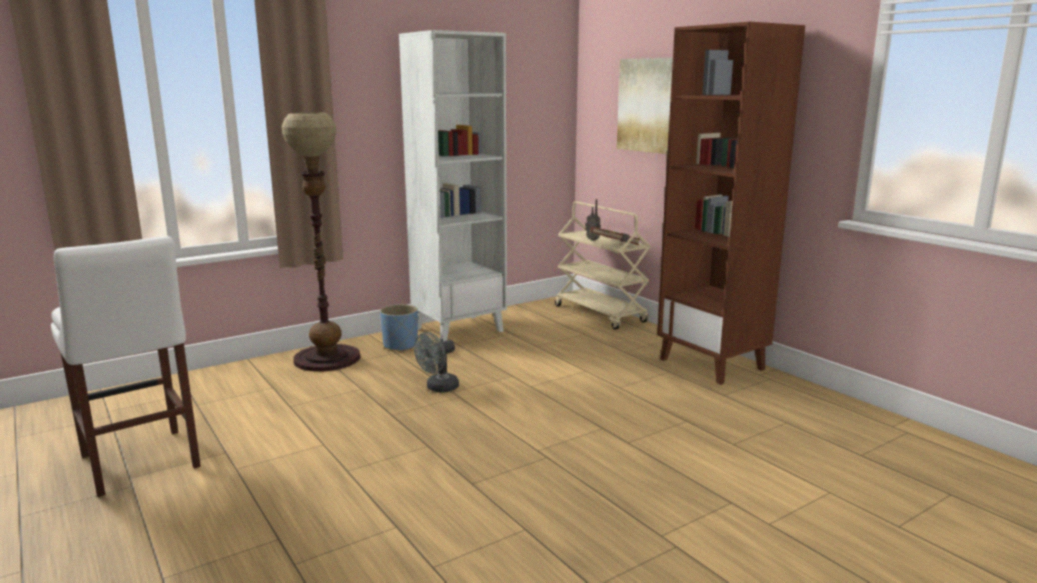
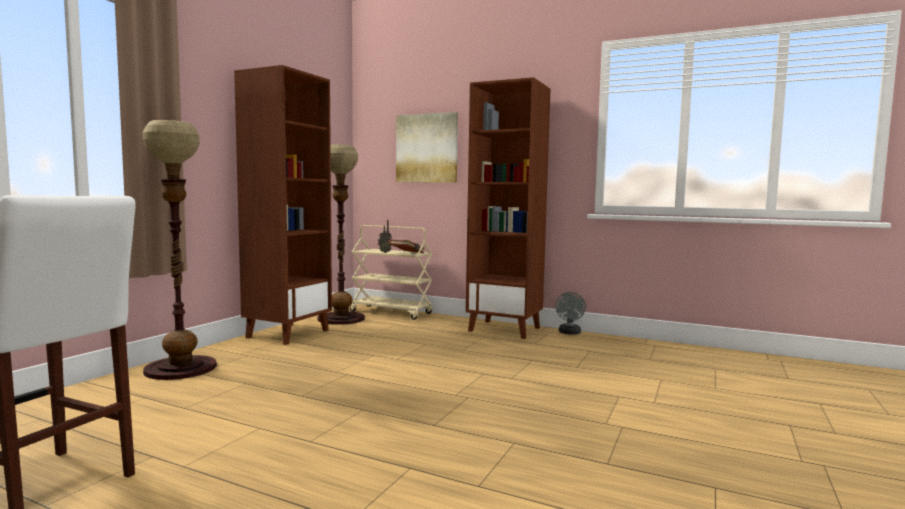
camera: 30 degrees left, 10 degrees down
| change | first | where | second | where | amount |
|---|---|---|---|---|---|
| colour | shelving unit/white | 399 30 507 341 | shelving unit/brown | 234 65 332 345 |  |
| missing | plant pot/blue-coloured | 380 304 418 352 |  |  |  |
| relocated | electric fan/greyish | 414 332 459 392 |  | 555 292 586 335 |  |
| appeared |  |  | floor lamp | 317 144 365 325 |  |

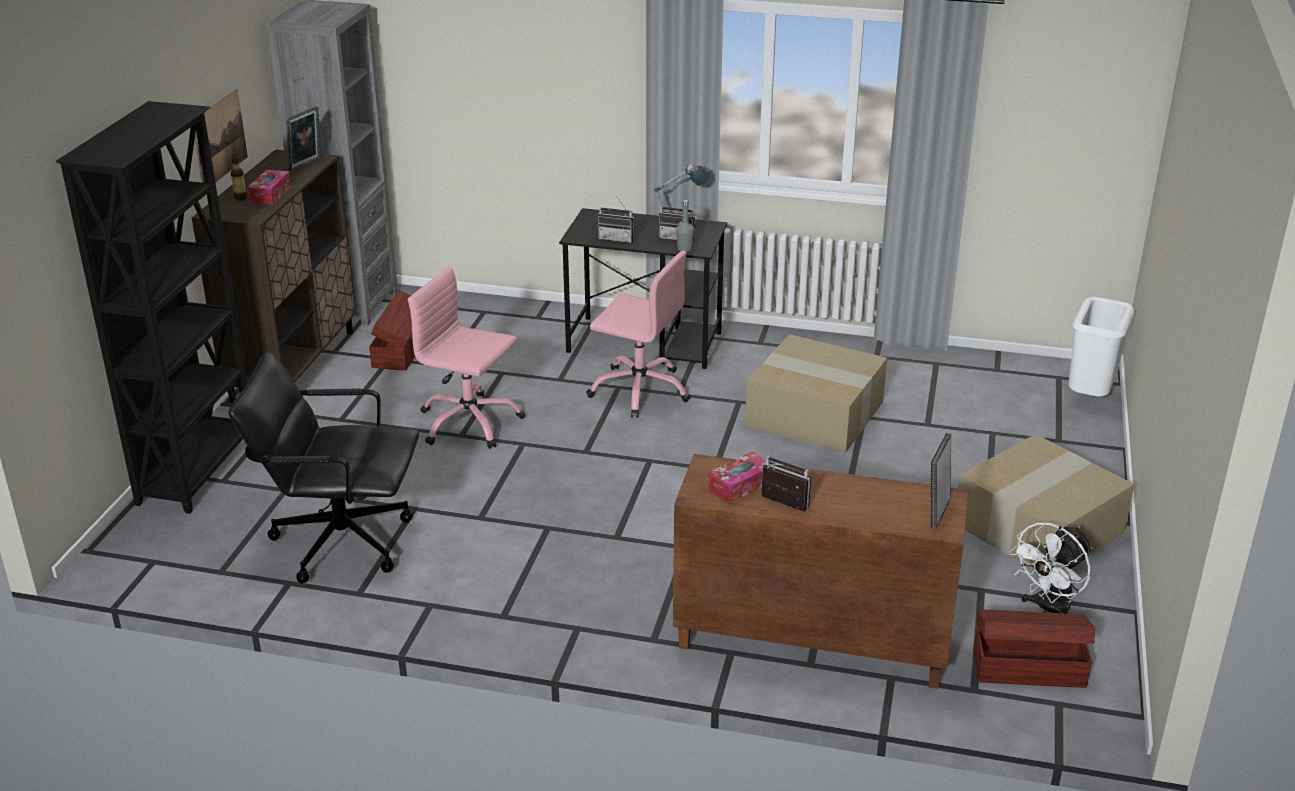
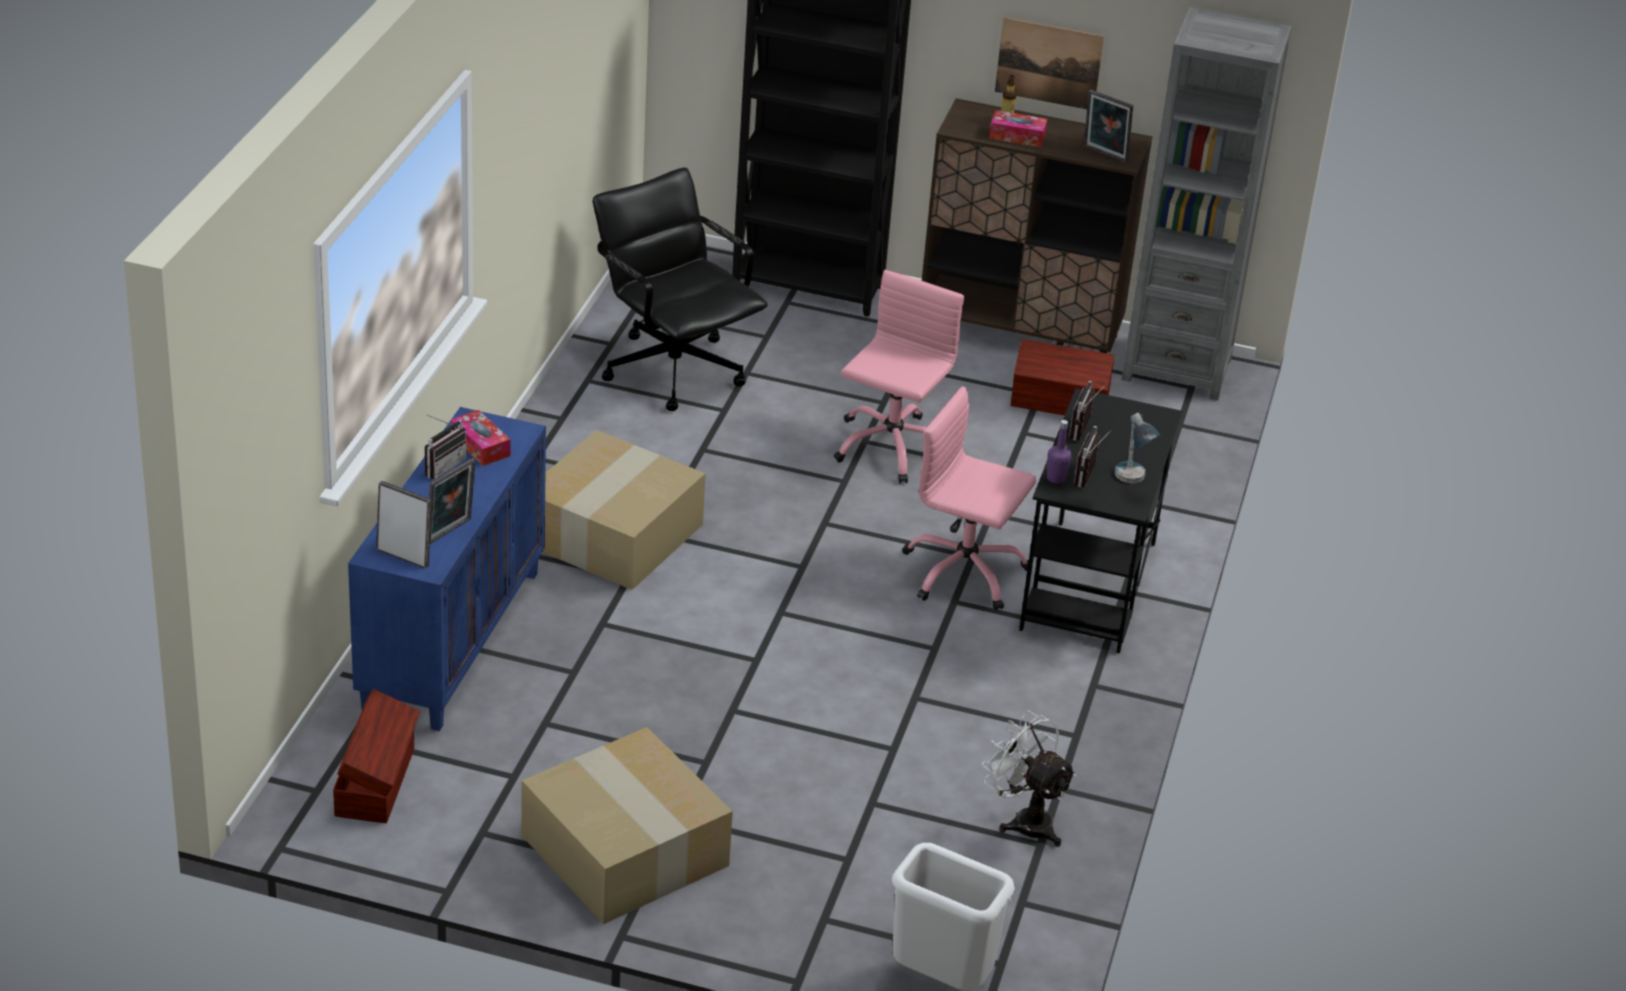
camera: 90 degrees right, 5 degrees up
| change | first | where | second | where | amount |
|---|---|---|---|---|---|
| colour | bottle/greyish | 676 200 694 252 | bottle/purplish | 1047 420 1071 483 |  |
| spun | office chair/pink-coloured | 586 251 690 418 |  | 902 386 1036 610 | 90 degrees clockwise |
| relocated | cardboard box | 745 334 887 453 |  | 542 430 706 590 |  |
| spun | office chair/black | 228 352 419 583 |  | 593 167 768 411 | 45 degrees counterclockwise |
| colour | cupboard/brown | 673 454 969 689 | cupboard/blue-coloured | 348 407 546 731 |  |
| relocated | electric fan/white | 1009 522 1092 614 |  | 982 710 1077 847 |  |
| appeared |  |  | picture frame | 429 458 476 544 |  |

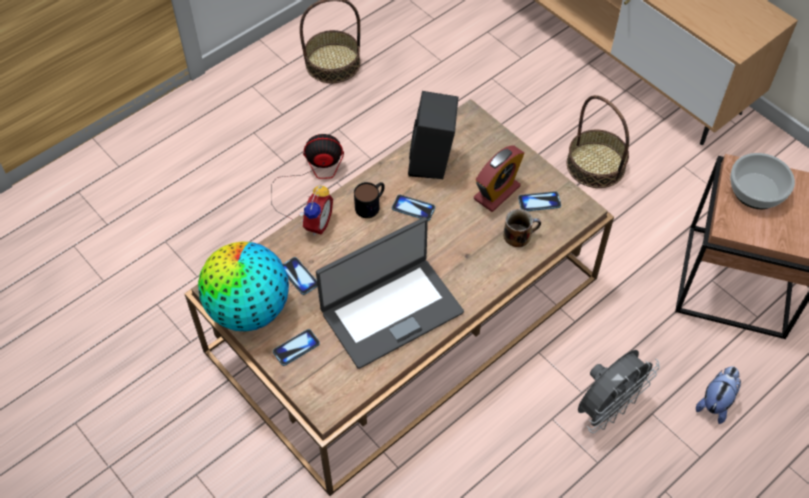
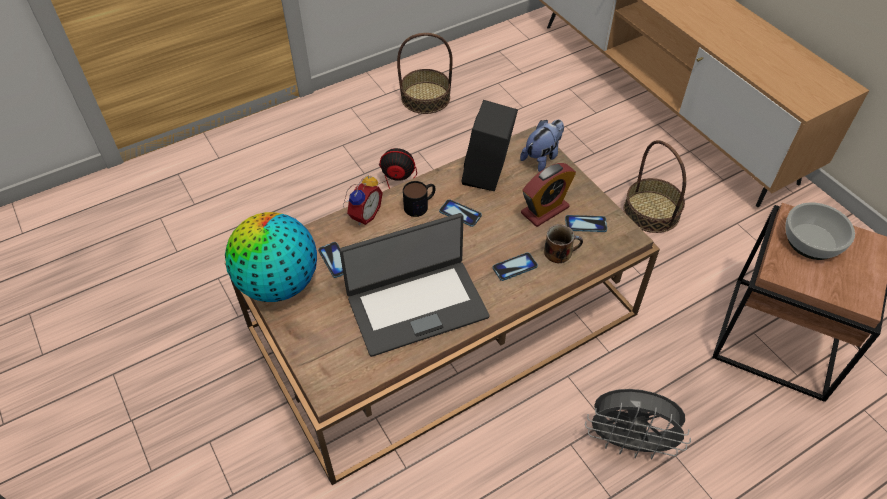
camera: 10 degrees right, 5 degrees down
| change | first | where | second | where | amount |
|---|---|---|---|---|---|
| relocated | handset | 273 329 320 366 |  | 493 252 538 281 |  |
| spun | electric fan/greyish | 578 350 660 433 |  | 585 389 691 460 | 45 degrees clockwise |
| relocated | soft toy | 696 366 741 424 |  | 520 120 564 172 |  |

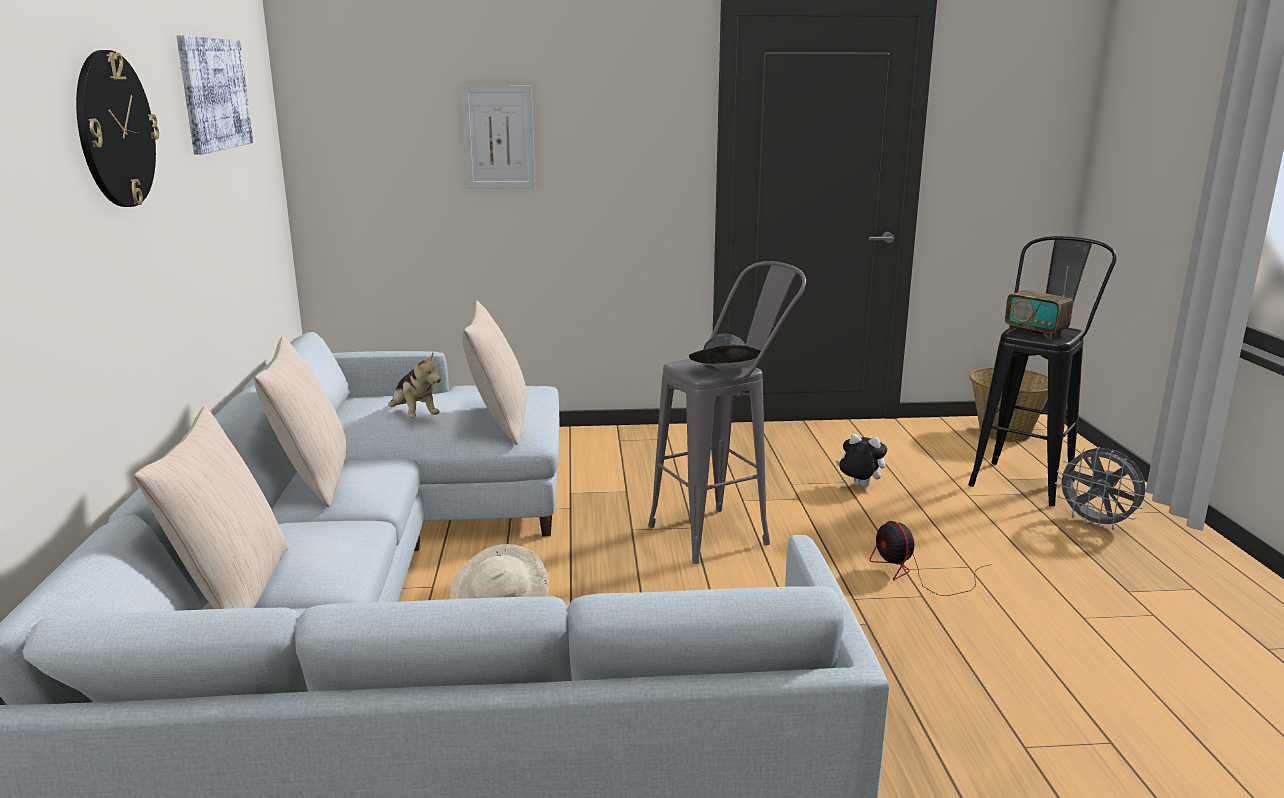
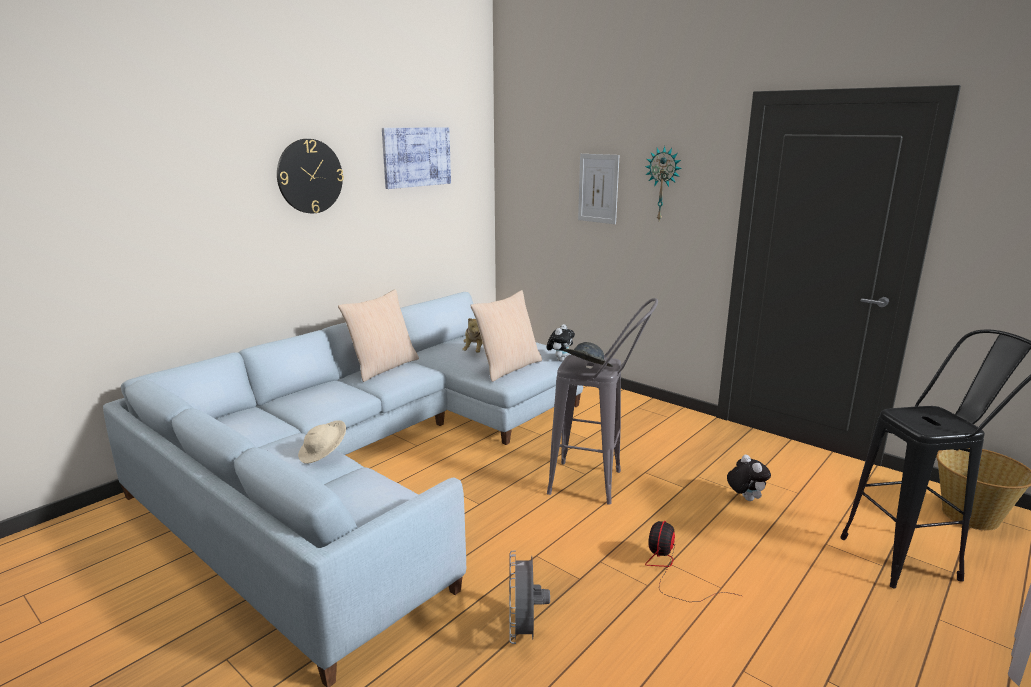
camera: 45 degrees right, 0 degrees up
| change | first | where | second | where | amount |
|---|---|---|---|---|---|
| missing | radio set | 1005 266 1073 339 |  |  |  |
| missing | cushion/beige-coloured | 134 407 289 609 |  |  |  |
| relocated | electric fan/greyish | 1055 447 1146 530 |  | 509 551 550 644 |  |
| appeared |  |  | clock on the wall | 645 146 682 220 |  |
| appeared |  |  | soft toy | 546 324 575 361 |  |

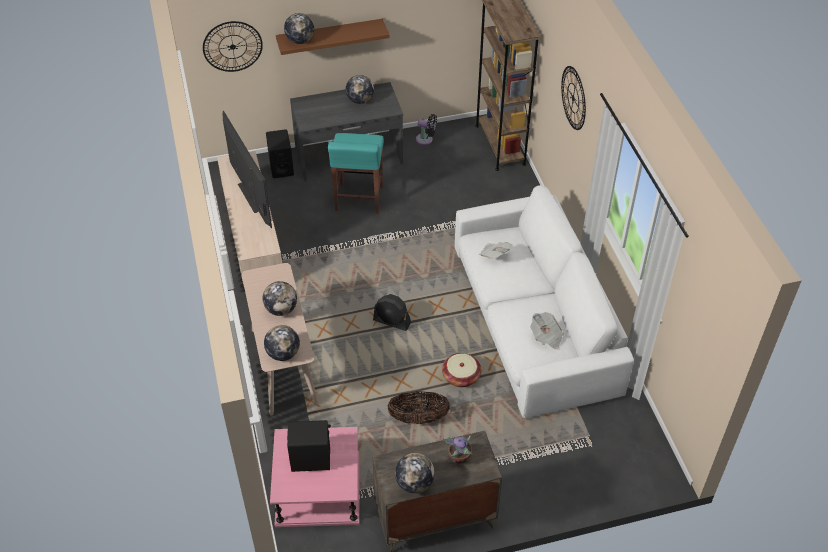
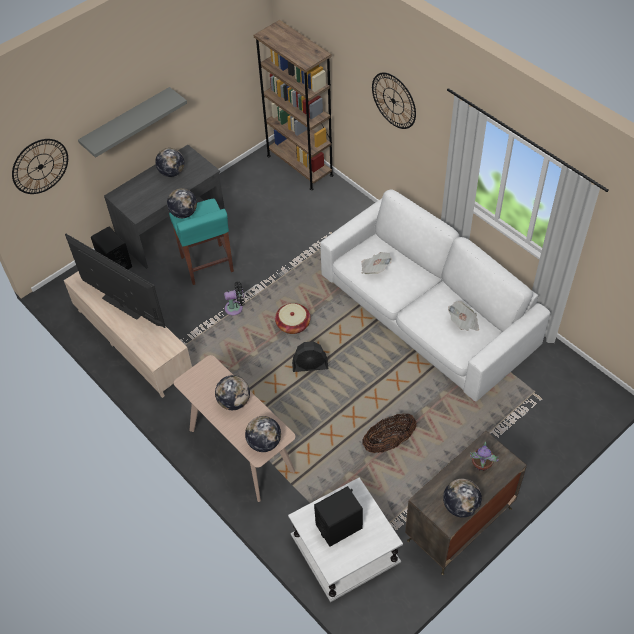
camera: 25 degrees left, 5 degrees up
| change | first | where | second | where | amount |
|---|---|---|---|---|---|
| relocated | desk globe | 284 13 314 44 |  | 167 188 197 218 |  |
| colour | wall shelf/brown | 276 19 389 55 | wall shelf/greyish | 78 87 187 158 |  |
| relocated | electric fan/black | 416 114 437 145 |  | 224 281 245 315 |  |
| relocated | basket | 442 353 481 387 |  | 275 303 311 334 |  |
| colour | side table/pink-coloured | 270 427 359 527 | side table/white | 288 477 403 602 |  |

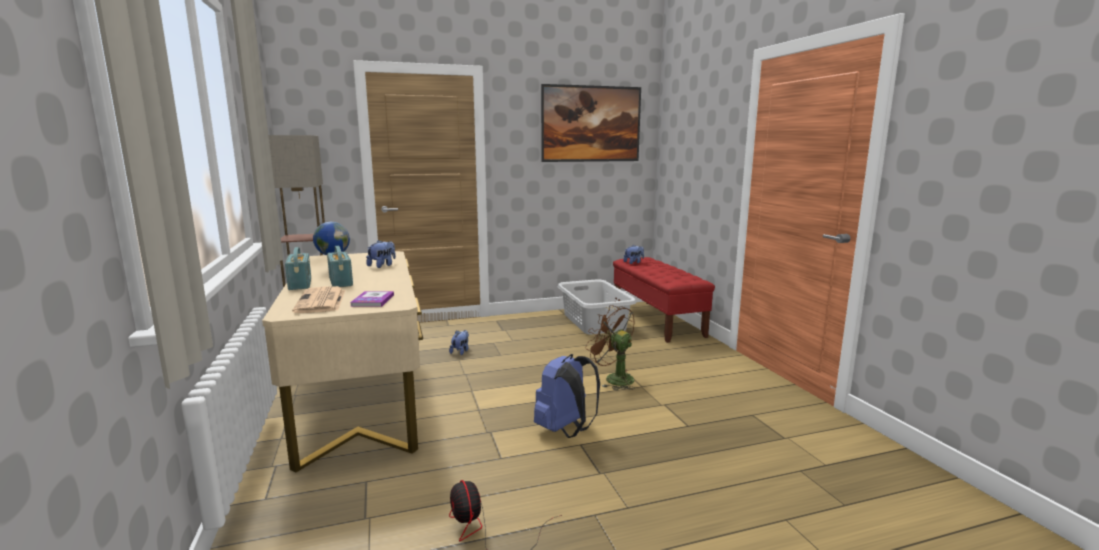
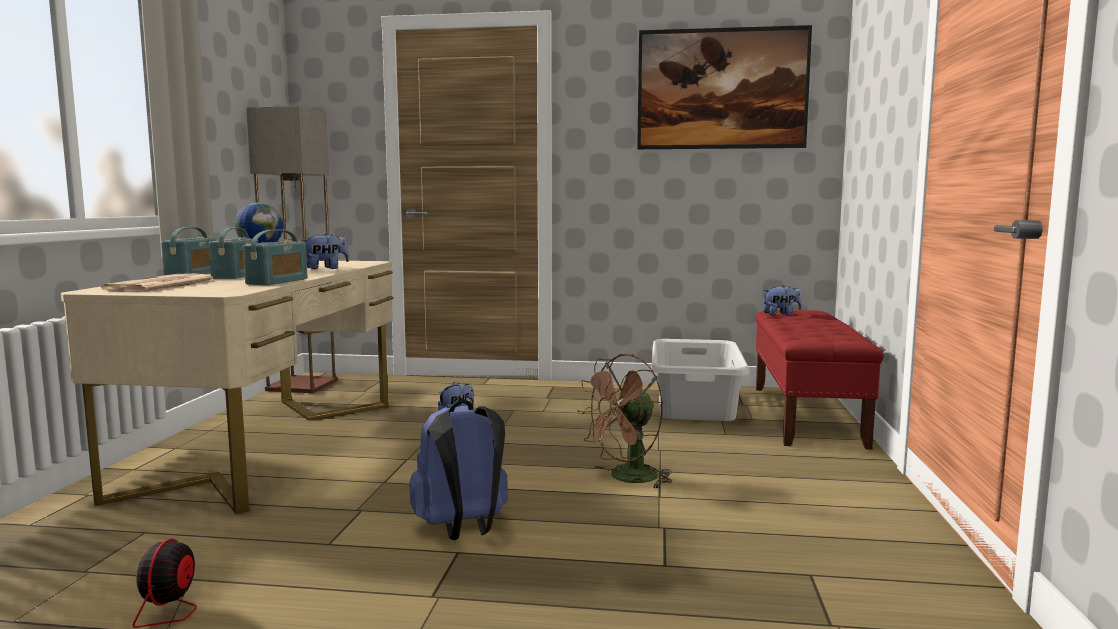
camera: 25 degrees right, 5 degrees down
| change | first | where | second | where | amount |
|---|---|---|---|---|---|
| missing | volume | 350 291 394 307 |  |  |  |
| spun | electric fan/brown | 585 305 635 390 |  | 577 354 672 489 | 105 degrees counterclockwise |
| appeared |  |  | radio set | 243 229 307 285 |  |

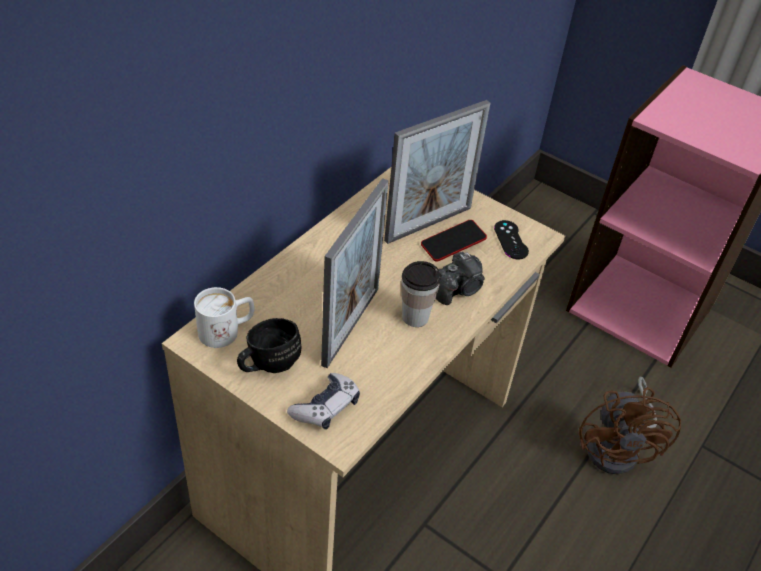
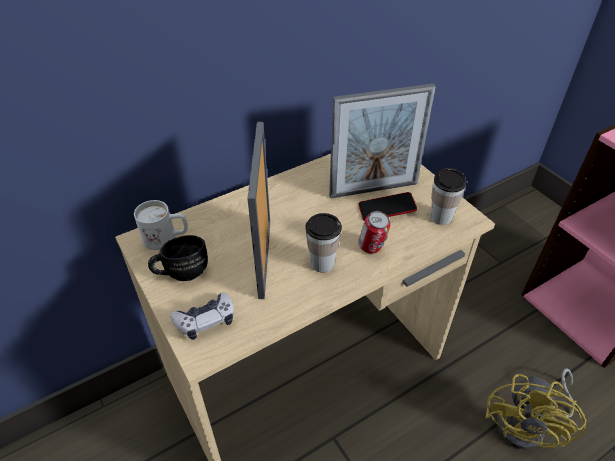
camera: 25 degrees right, 0 degrees up
| change | first | where | second | where | amount |
|---|---|---|---|---|---|
| spun | picture frame | 321 178 389 368 |  | 247 122 270 299 | 135 degrees clockwise |
| exchanged | gamepad/black | 494 220 529 259 | small cup | 430 168 466 225 |  |
| exchanged | still camera | 436 252 485 305 | metal can | 358 211 391 254 |  |
| colour | electric fan/brown | 579 377 681 475 | electric fan/yellow | 486 368 587 450 |  |

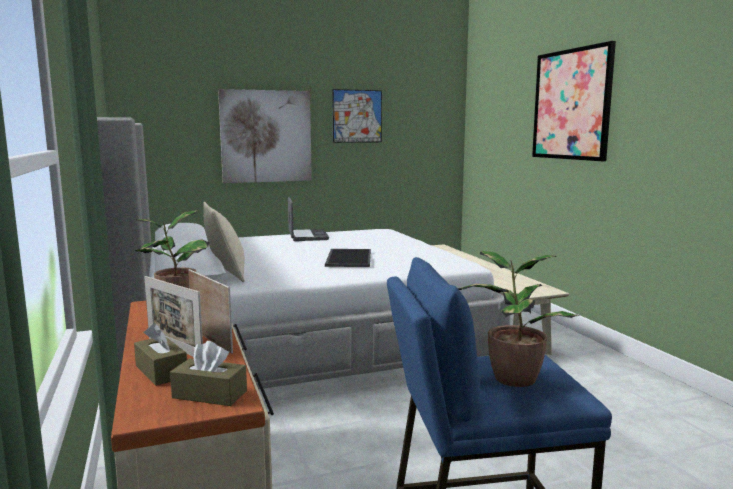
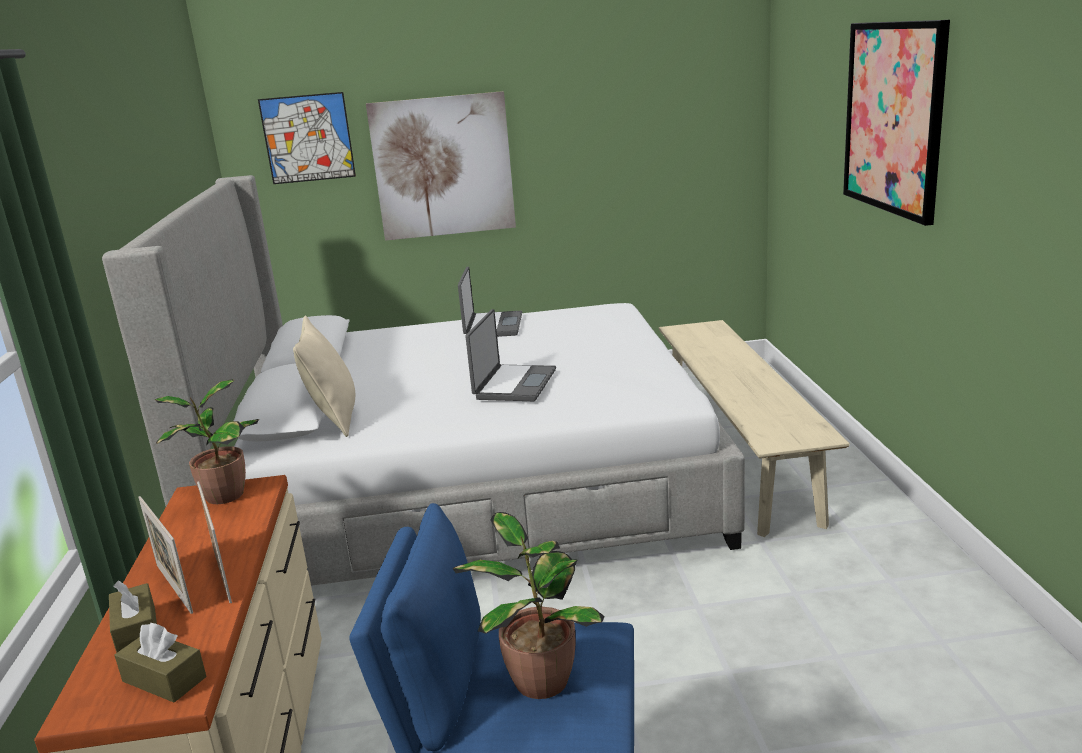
camera: 15 degrees right, 10 degrees up
| change | first | where | second | where | amount |
|---|---|---|---|---|---|
| relocated | wall art | 332 89 382 143 |  | 258 92 356 184 |  |
| exchanged | serving tray | 325 249 371 267 | portable computer | 466 309 556 401 |  |

